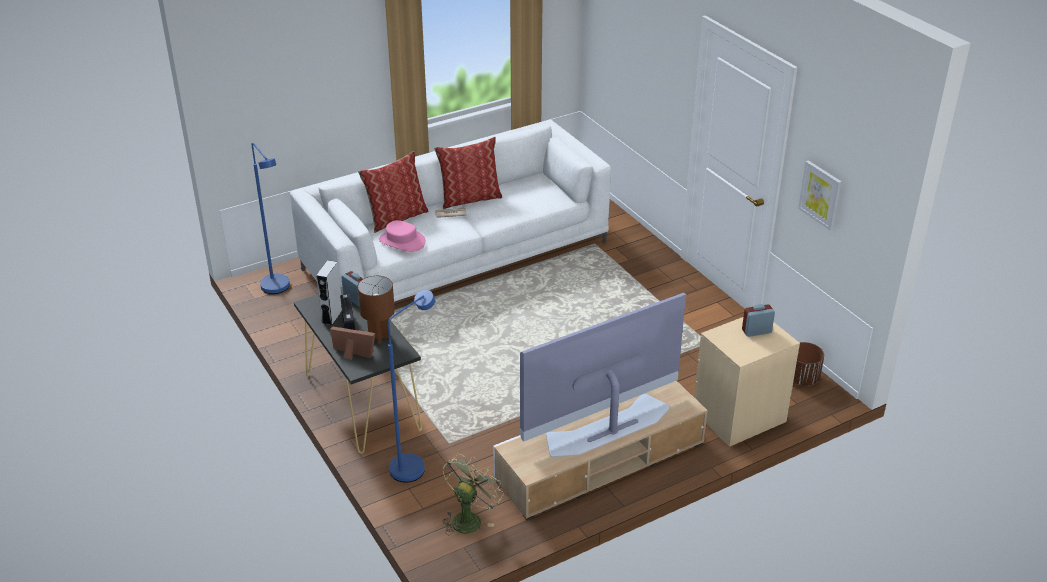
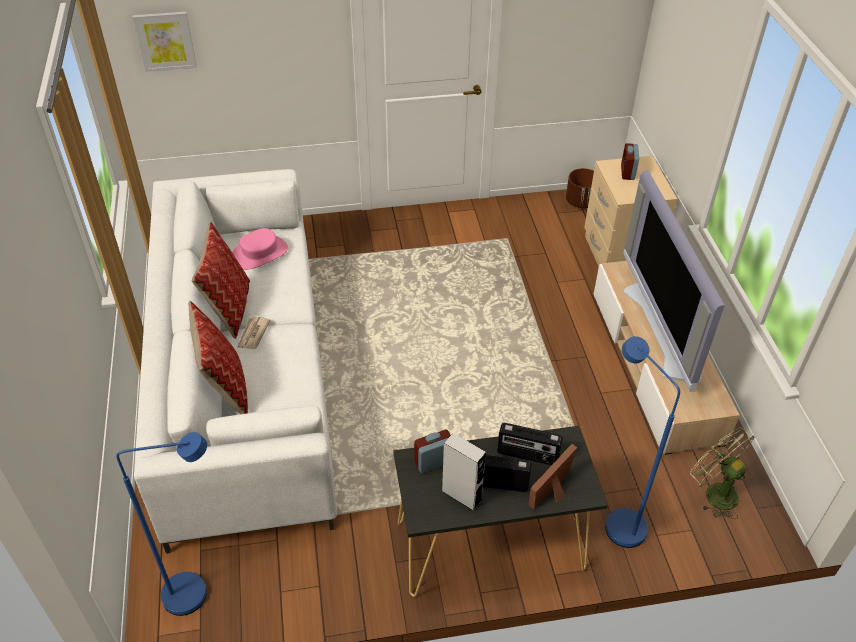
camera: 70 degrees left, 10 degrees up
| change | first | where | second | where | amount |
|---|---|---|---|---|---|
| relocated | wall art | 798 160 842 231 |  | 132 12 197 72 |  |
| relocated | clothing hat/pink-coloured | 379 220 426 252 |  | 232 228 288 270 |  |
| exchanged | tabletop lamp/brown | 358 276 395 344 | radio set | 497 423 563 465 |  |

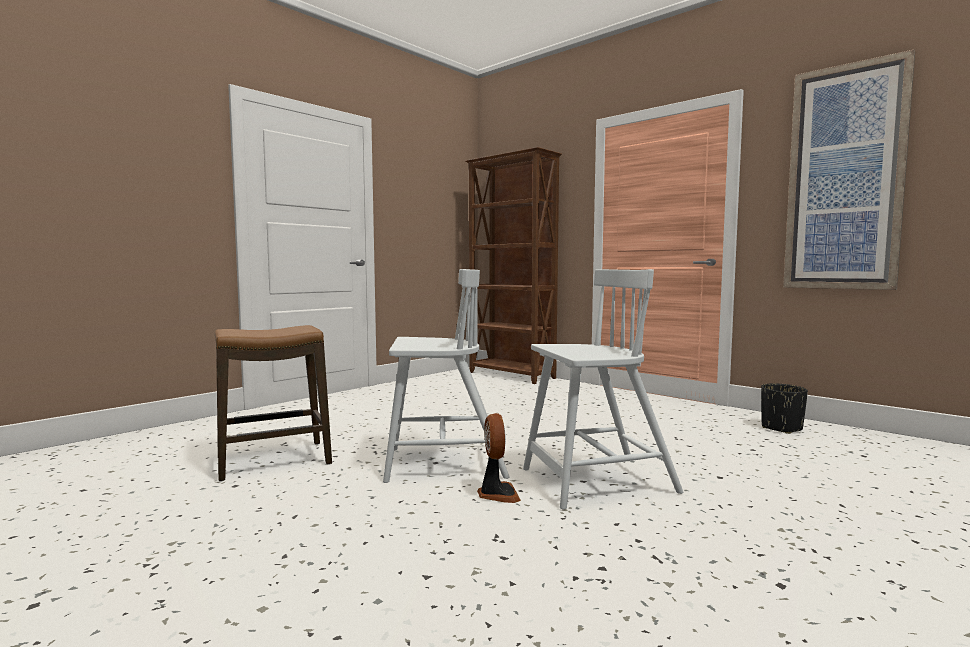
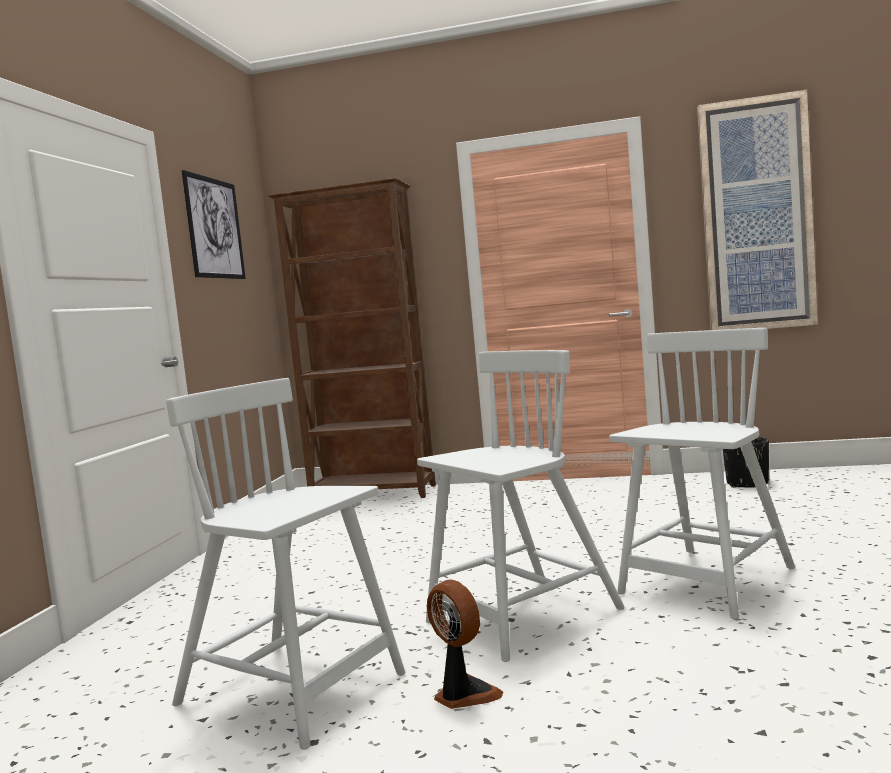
camera: 30 degrees left, 0 degrees up
| change | first | where | second | where | amount |
|---|---|---|---|---|---|
| exchanged | stool | 215 325 332 482 | upright chair/white | 166 378 405 750 |  |
| relocated | electric fan | 477 413 521 503 |  | 427 580 504 709 |  |
| appeared |  |  | wall art | 182 170 246 279 |  |

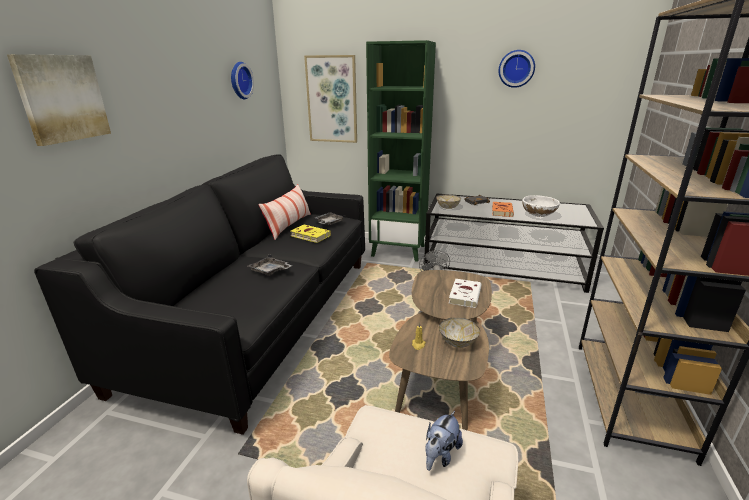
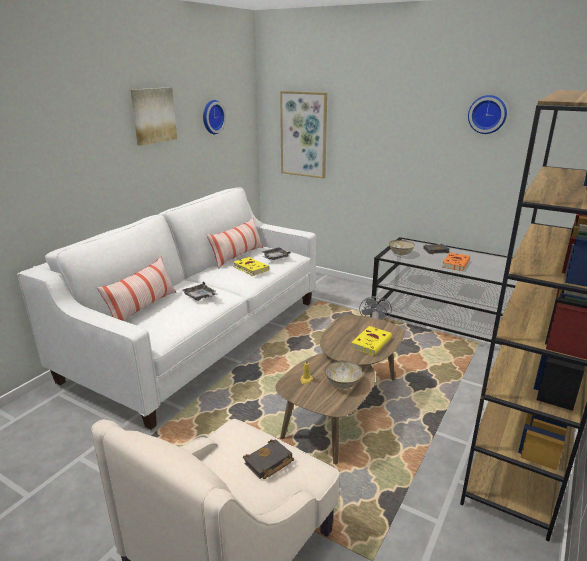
camera: 15 degrees right, 0 degrees up
| change | first | where | second | where | amount |
|---|---|---|---|---|---|
| missing | shelving unit/green-coloured | 366 40 436 262 |  |  |  |
| relocated | wall art | 7 54 111 146 |  | 130 87 177 146 |  |
| colour | settee/black | 34 154 365 435 | settee/white | 17 188 316 430 |  |
| missing | bowl/white | 522 195 560 217 |  |  |  |
| colour | volume/white | 449 279 482 308 | volume/yellow | 351 326 392 356 |  |
| exchanged | soft toy | 425 411 463 471 | volume/black | 243 439 294 479 |  |
| appeared |  |  | cushion | 97 256 176 321 |  |

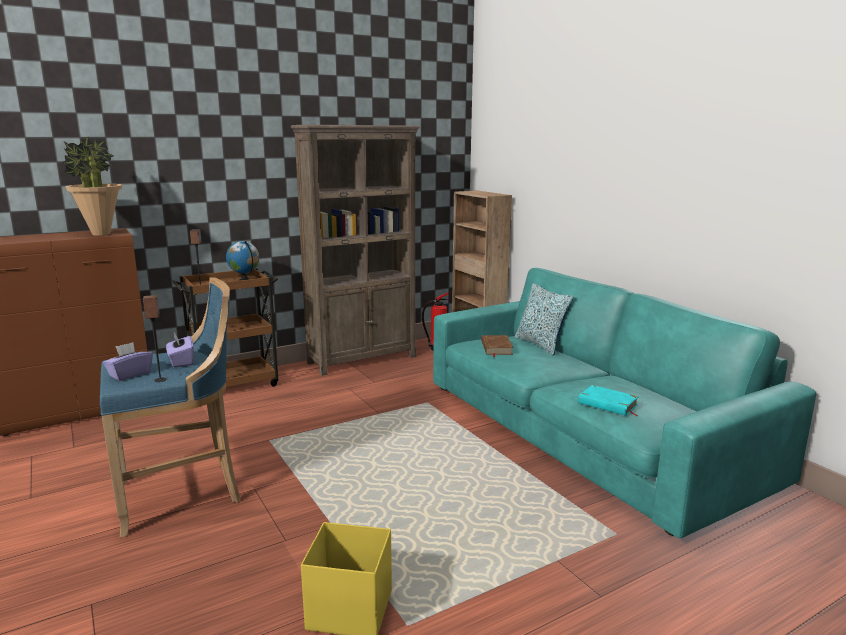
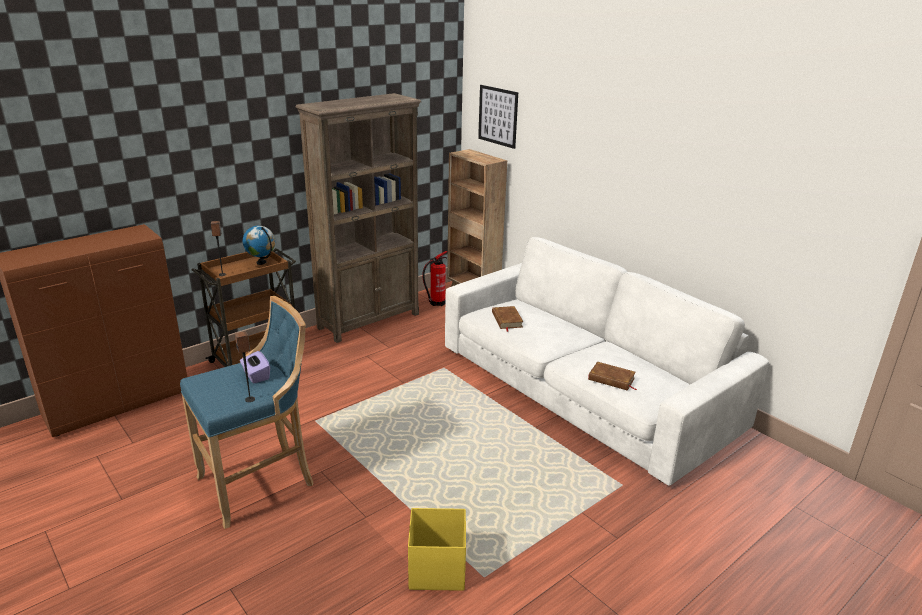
camera: 10 degrees left, 10 degrees up
| change | first | where | second | where | amount |
|---|---|---|---|---|---|
| missing | plant in a pot | 63 137 122 235 |  |  |  |
| colour | settee/blue-green | 433 268 816 538 | settee/white | 445 237 769 485 |  |
| missing | cushion | 515 283 574 356 |  |  |  |
| missing | box of tissues/purplish | 103 342 153 381 |  |  |  |
| colour | volume/blue-green | 578 385 639 416 | volume/brown | 588 362 637 391 |  |
| appeared |  |  | wall art | 478 85 518 149 |  |

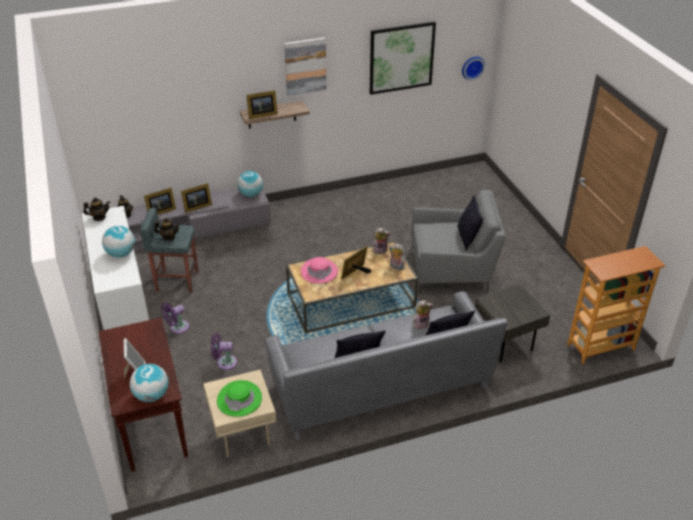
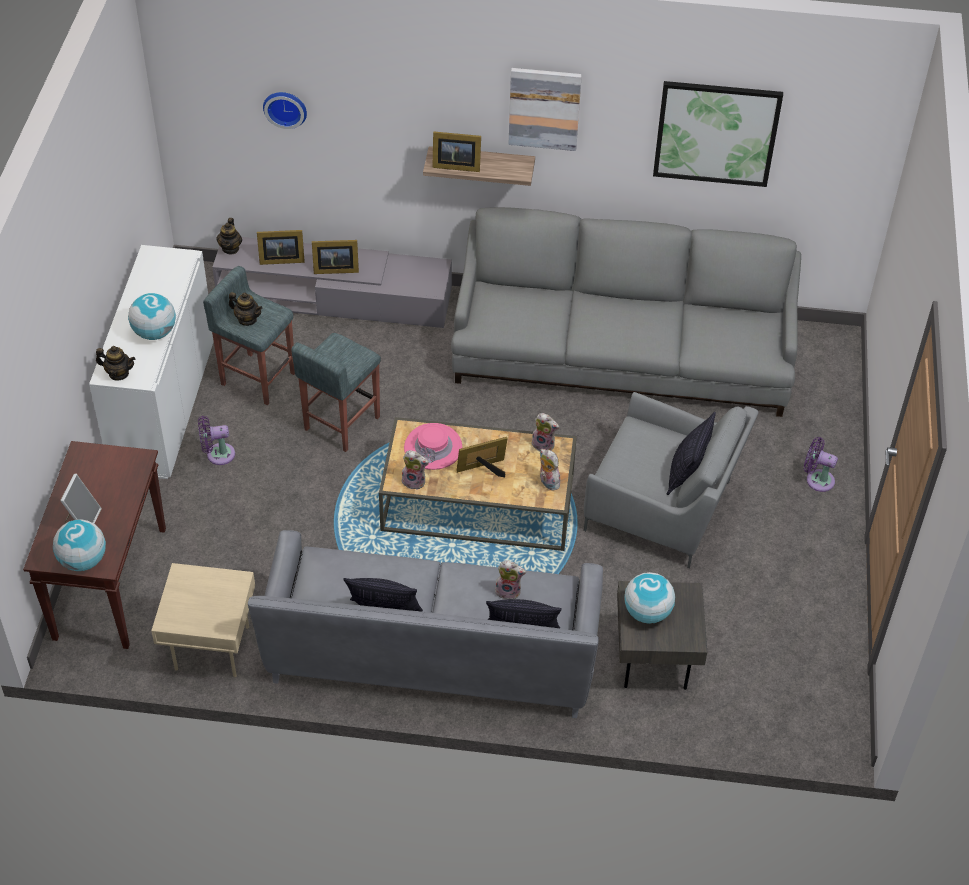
camera: 25 degrees right, 10 degrees up
| change | first | where | second | where | amount |
|---|---|---|---|---|---|
| relocated | clock on the wall | 462 57 485 80 |  | 263 92 307 129 |  |
| relocated | desk globe | 237 171 263 197 |  | 624 572 675 624 |  |
| relocated | tea pot | 83 197 110 221 |  | 96 346 135 381 |  |
| missing | shelving unit | 567 246 665 364 |  |  |  |
| relocated | electric fan/purplish | 211 333 237 370 |  | 804 437 838 492 |  |
| missing | clothing hat/green-coloured | 217 380 262 417 |  |  |  |
| appeared |  |  | settee/greyish | 451 207 801 417 |  |
| appeared |  |  | stool/greyish | 291 333 381 452 |  |
| appeared |  |  | soft toy | 402 450 429 490 |  |

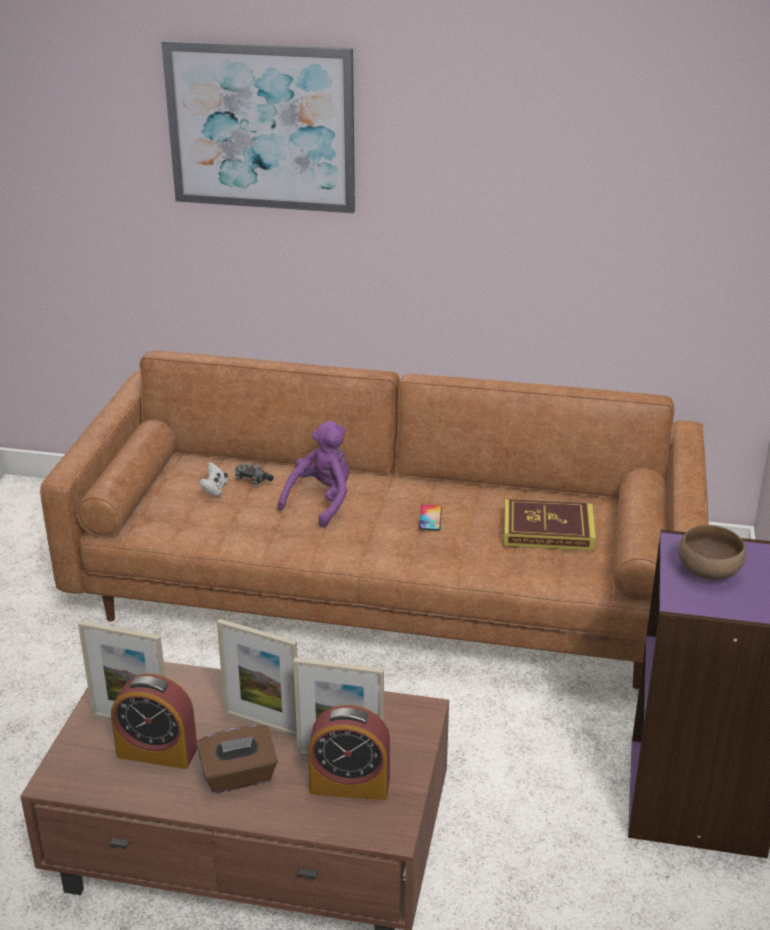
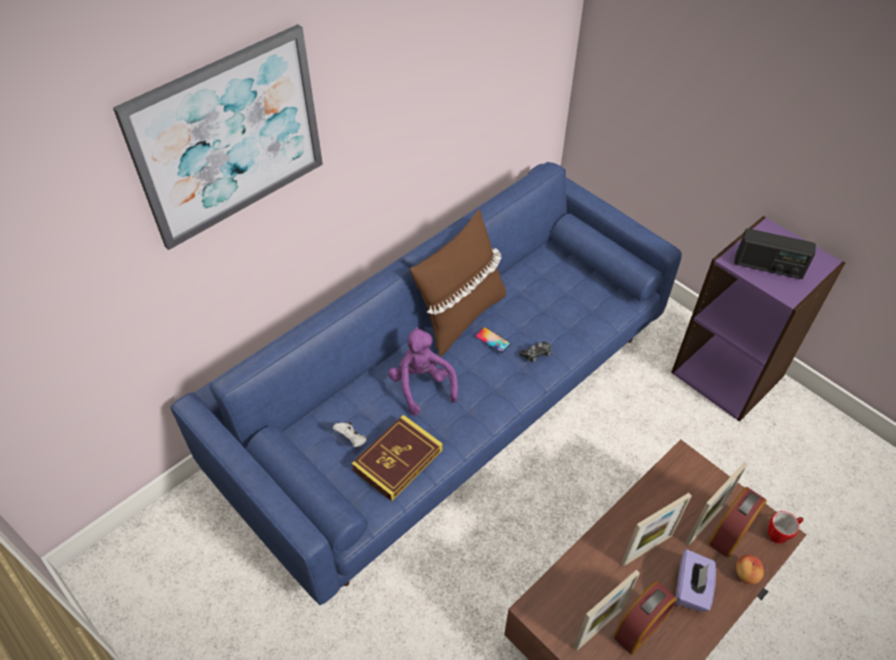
camera: 55 degrees left, 20 degrees up
| change | first | where | second | where | amount |
|---|---|---|---|---|---|
| colour | settee/brown | 40 351 708 689 | settee/blue-coloured | 170 162 682 605 |  |
| relocated | gamepad | 235 463 274 485 |  | 519 342 551 363 |  |
| relocated | volume | 504 499 596 551 |  | 351 414 443 501 |  |
| exchanged | bowl/brown | 679 525 746 580 | radio set | 734 228 816 279 |  |
| colour | box of tissues/brown | 196 725 278 793 | box of tissues/purplish | 675 549 716 612 |  |
| appeared |  |  | cushion/brown | 410 210 506 357 |  |
| appeared |  |  | tea mug | 768 511 803 544 |  |
| appeared |  |  | whole apple | 736 555 764 584 |  |

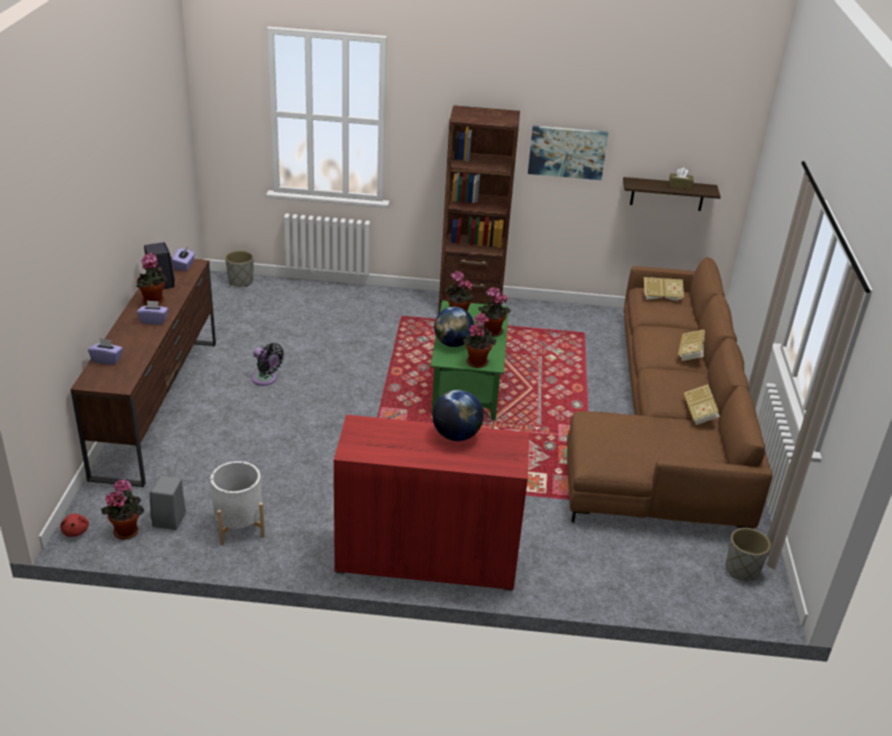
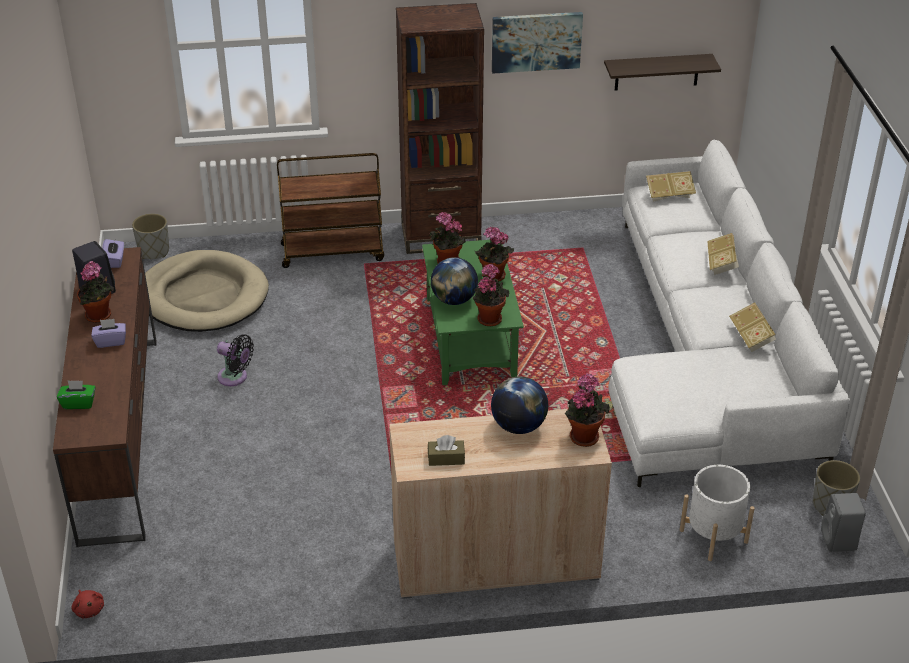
camera: 10 degrees left, 5 degrees up
| change | first | where | second | where | amount |
|---|---|---|---|---|---|
| relocated | box of tissues/brown | 669 168 694 190 |  | 428 435 465 466 |  |
| colour | settee/brown | 567 257 773 529 | settee/white | 609 140 850 487 |  |
| colour | box of tissues/purplish | 88 338 123 365 | box of tissues/green-coloured | 57 380 96 409 |  |
| colour | cupboard/reddish | 333 415 529 591 | cupboard/beige-coloured | 389 409 612 599 |  |
| relocated | plant pot/white | 211 461 265 545 |  | 680 465 755 561 |  |
| relocated | audio speaker/greyish | 150 476 186 530 |  | 821 493 866 552 |  |
| relocated | plant in a pot | 101 479 144 540 |  | 565 373 610 447 |  |
| appeared |  |  | wheeled cart/brown | 277 153 384 268 |  |
| appeared |  |  | pet bed/beige-coloured | 145 250 269 332 |  |

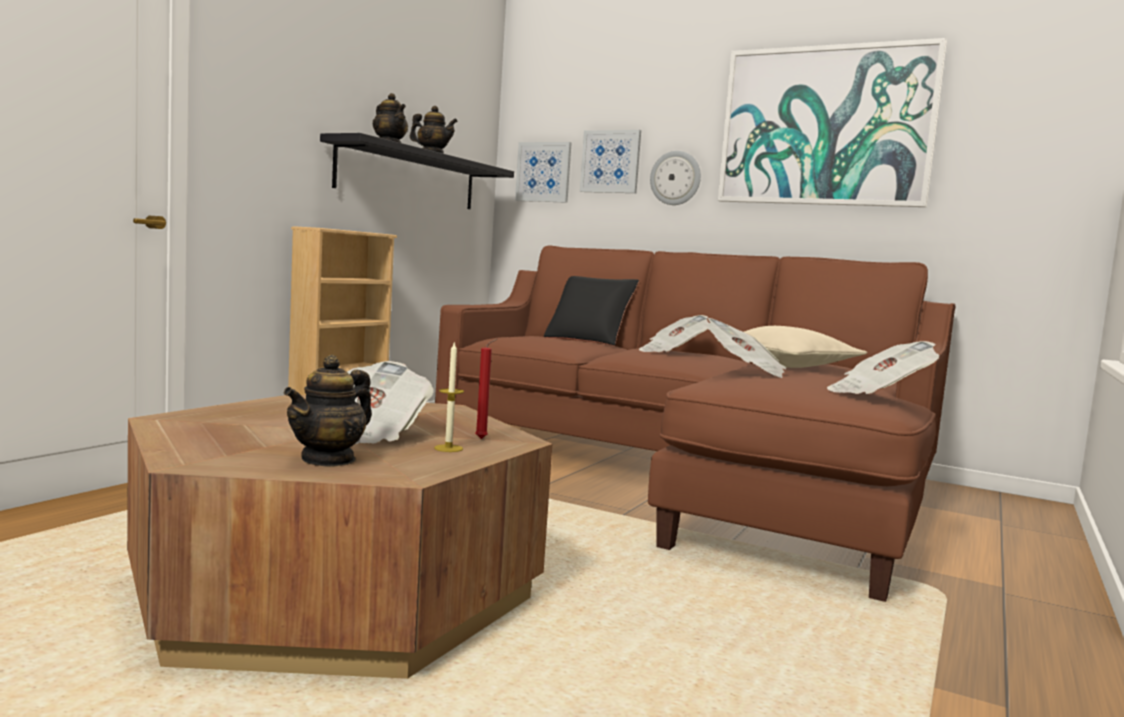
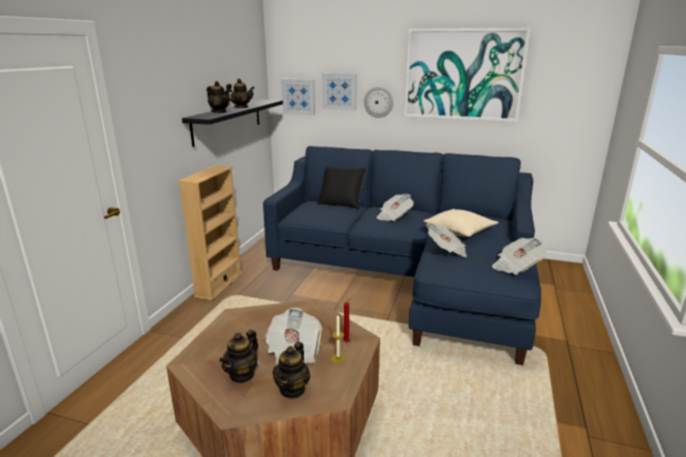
camera: 10 degrees left, 15 degrees up
| change | first | where | second | where | amount |
|---|---|---|---|---|---|
| colour | settee/brown | 435 246 956 602 | settee/blue-coloured | 263 146 541 365 |  |
| appeared |  |  | tea pot | 219 330 258 383 |  |

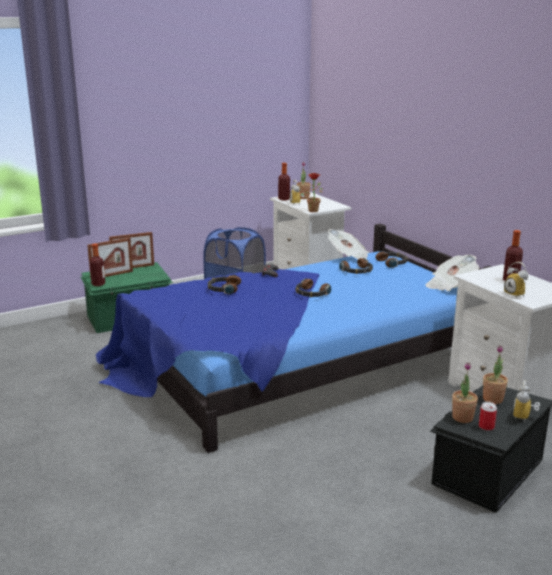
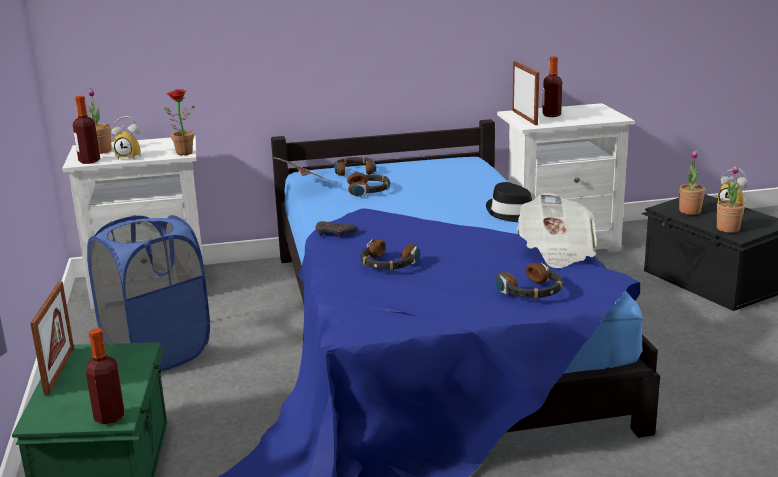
camera: 70 degrees left, 0 degrees up
| change | first | where | second | where | amount |
|---|---|---|---|---|---|
| relocated | picture frame | 87 238 133 277 |  | 512 61 539 125 |  |
| relocated | newspaper | 426 255 479 291 |  | 517 193 597 268 |  |
| missing | table clock | 504 262 528 298 |  |  |  |
| relocated | headset | 295 279 331 297 |  | 495 263 563 299 |  |
| missing | metal can | 479 402 497 431 |  |  |  |
| appeared |  |  | clothing hat/black | 486 182 532 222 |  |

